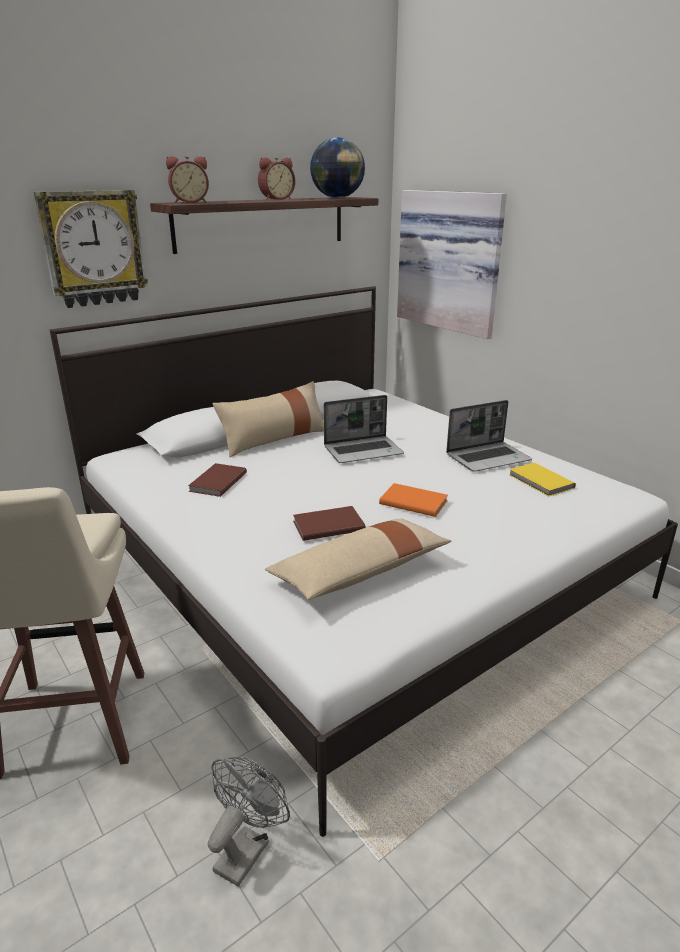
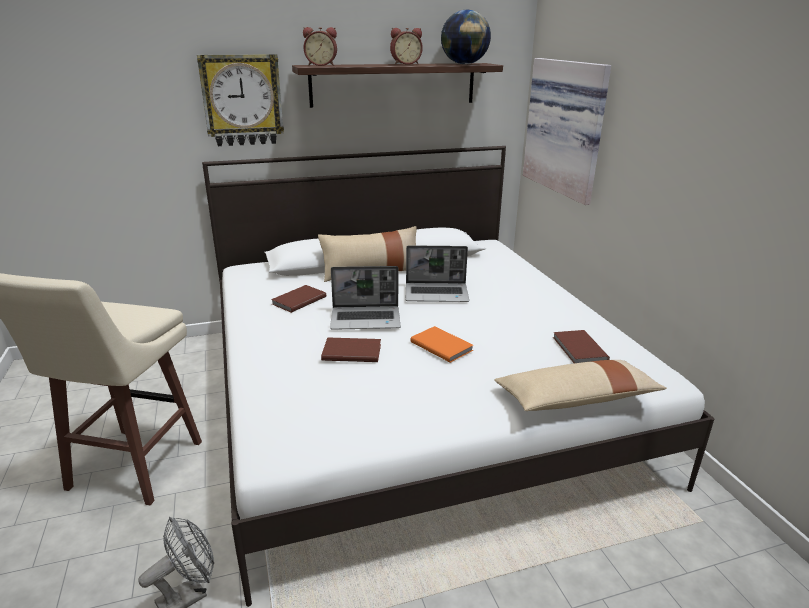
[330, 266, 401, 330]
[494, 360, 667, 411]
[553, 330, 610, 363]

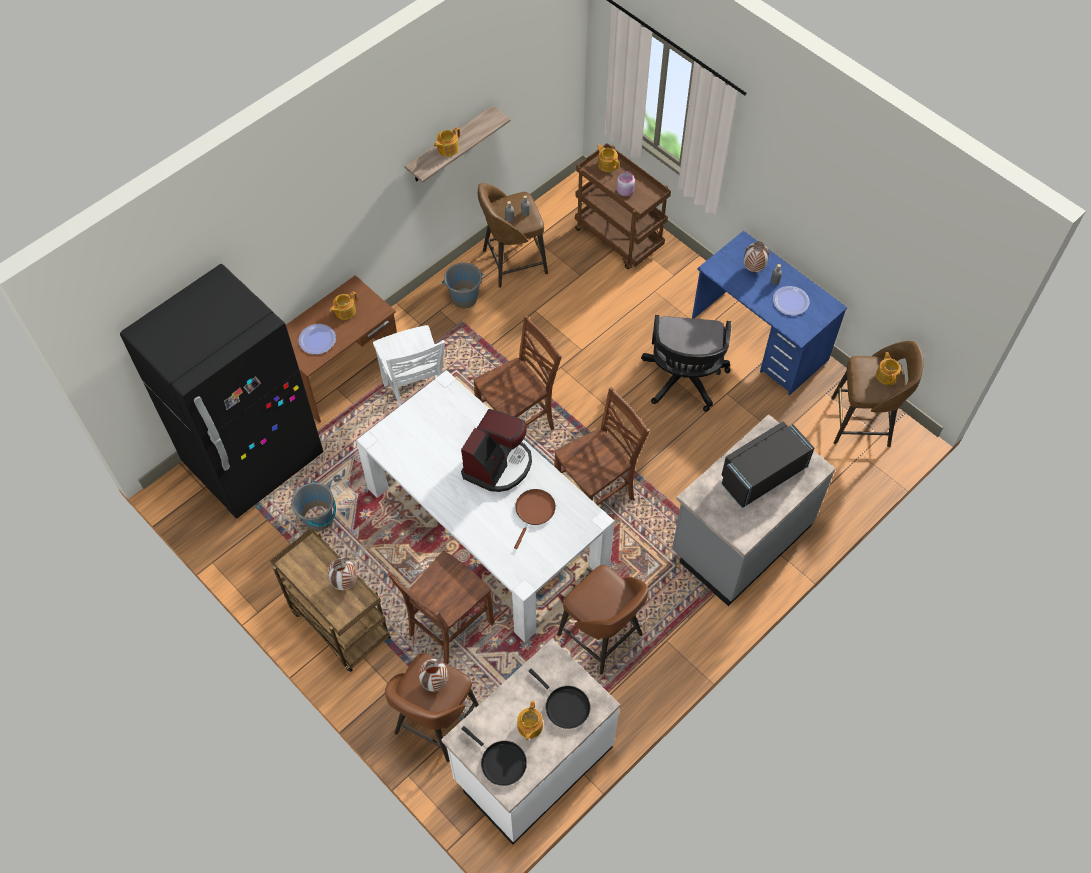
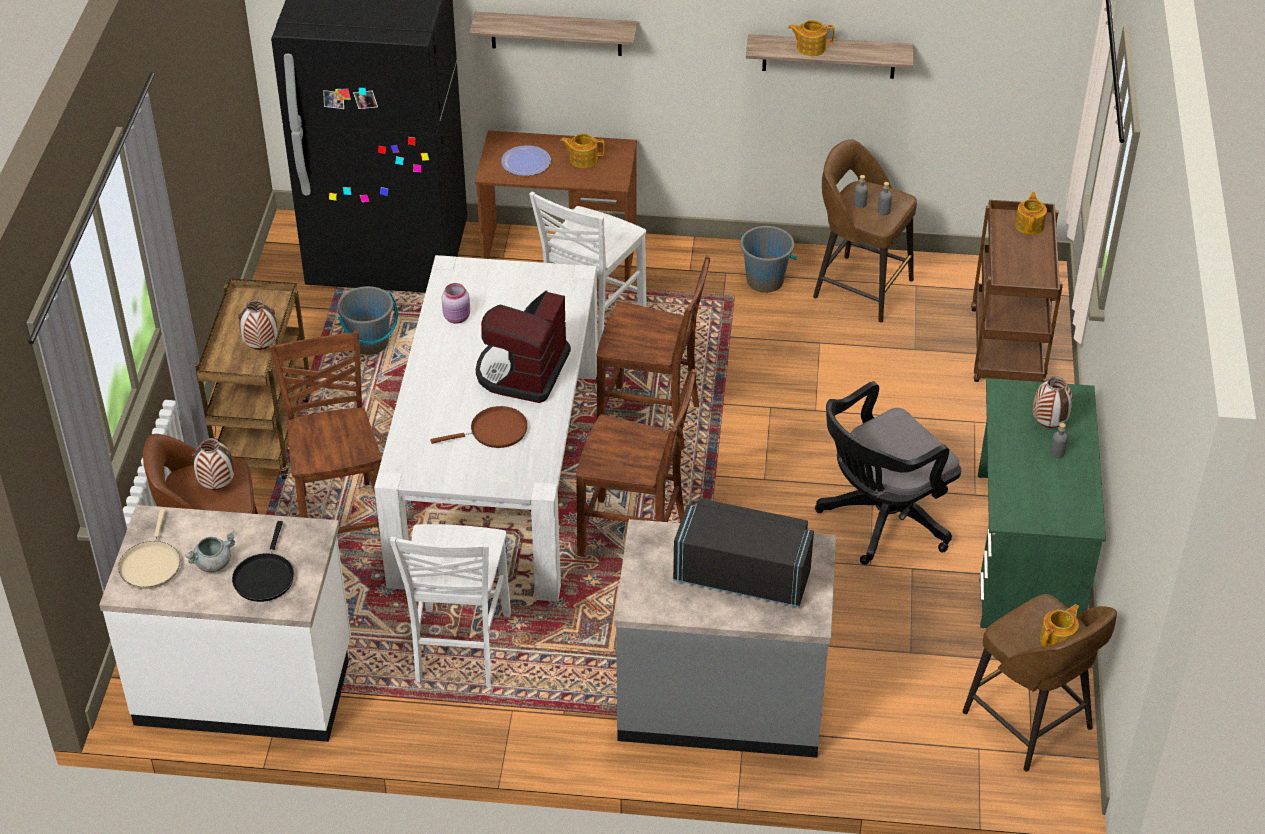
[118, 509, 180, 589]
[185, 531, 236, 573]
[269, 331, 382, 540]
[390, 524, 511, 687]
[441, 283, 470, 324]
[469, 12, 637, 56]
[476, 291, 571, 403]
[978, 378, 1106, 628]
[773, 286, 810, 316] (first image)

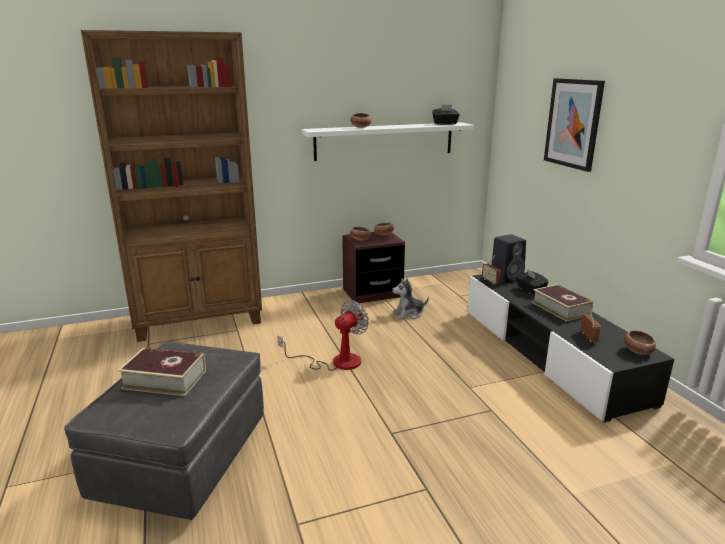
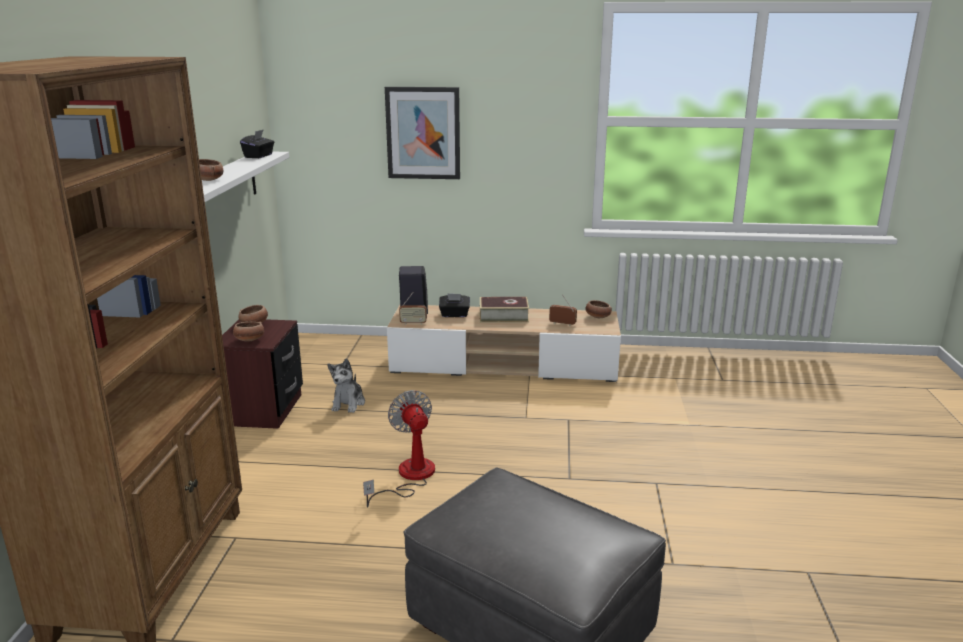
[387, 305, 621, 382]
[118, 348, 206, 396] (first image)

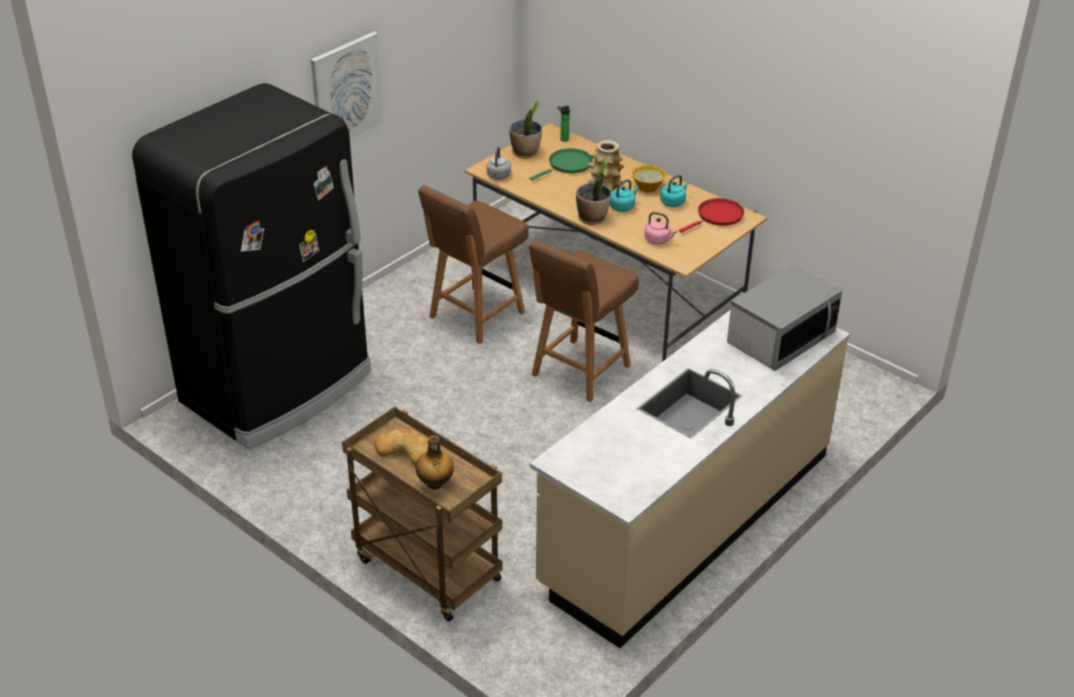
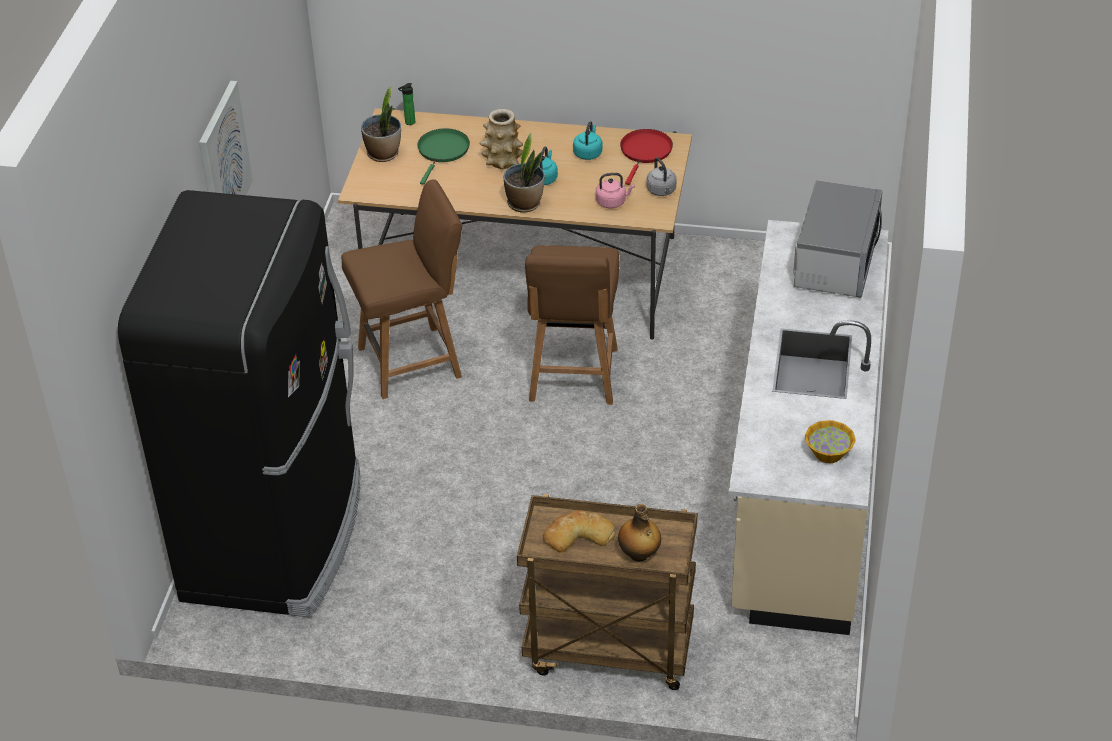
[341, 179, 462, 399]
[646, 157, 676, 196]
[805, 420, 856, 463]

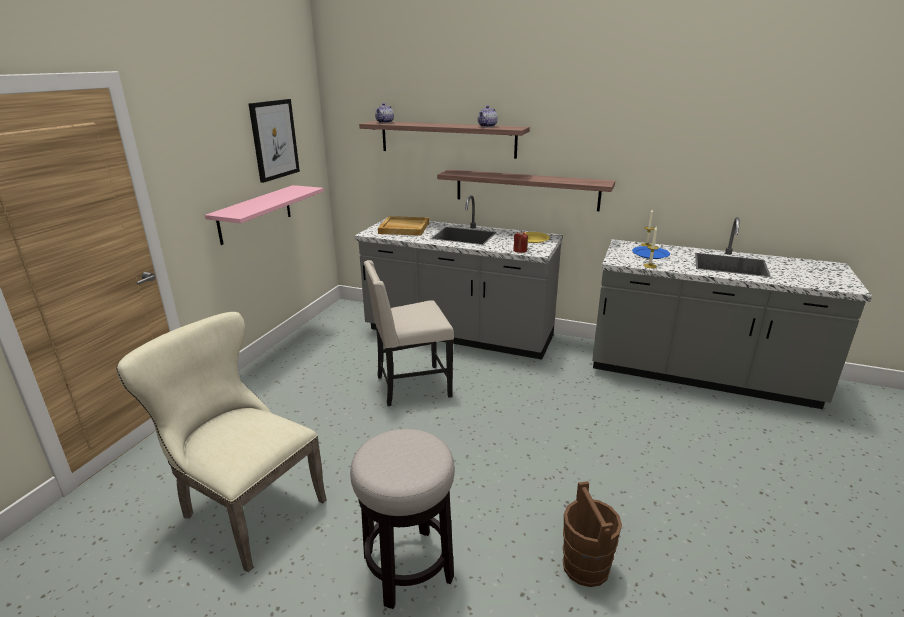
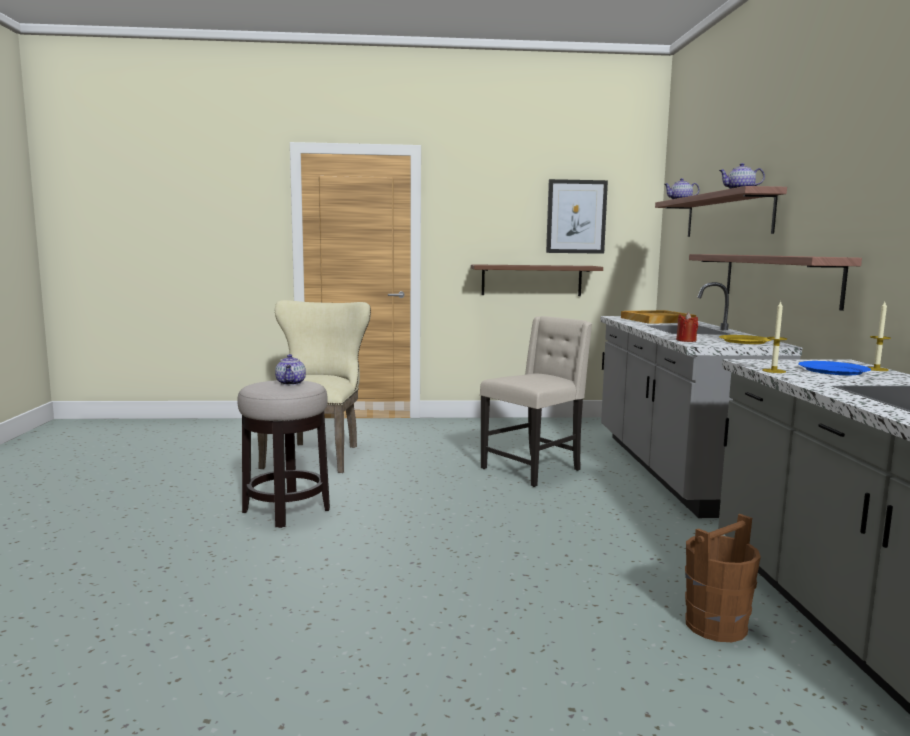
[275, 354, 306, 385]
[471, 264, 603, 296]
[480, 316, 592, 487]
[685, 514, 761, 642]

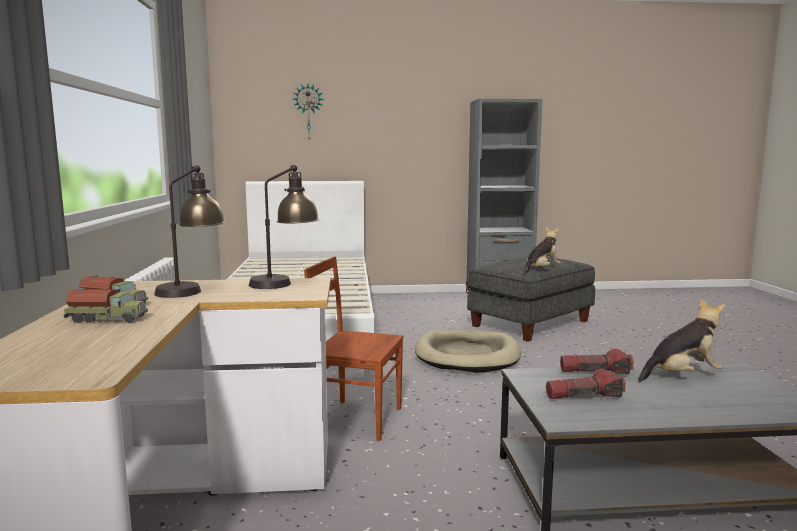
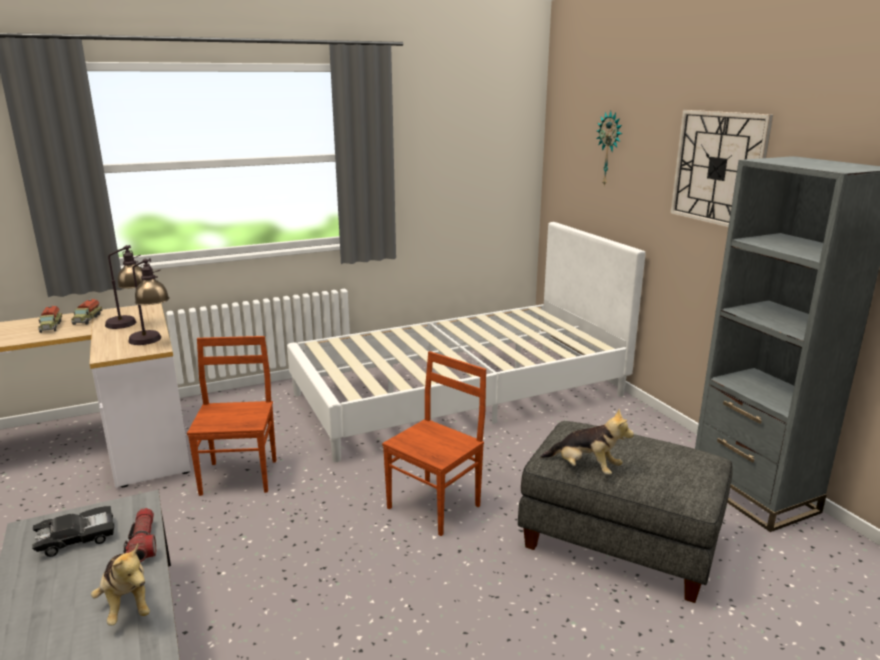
[32, 506, 114, 557]
[382, 351, 486, 536]
[670, 110, 773, 227]

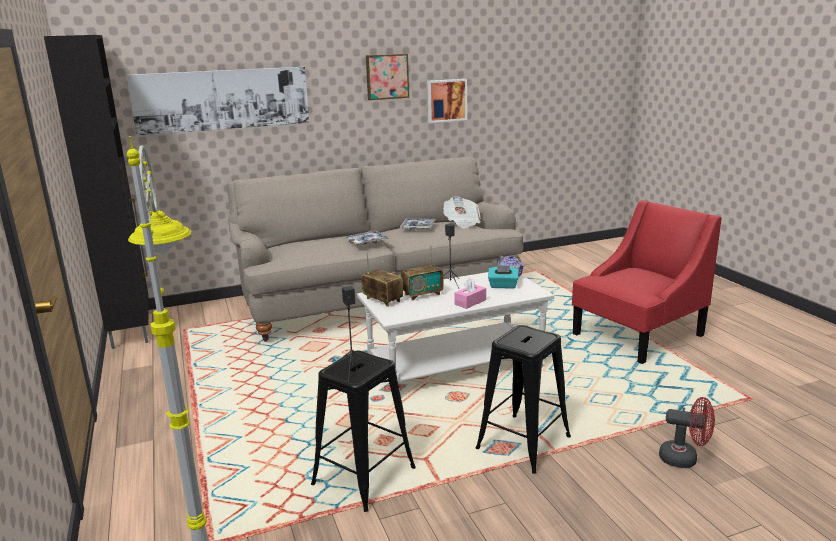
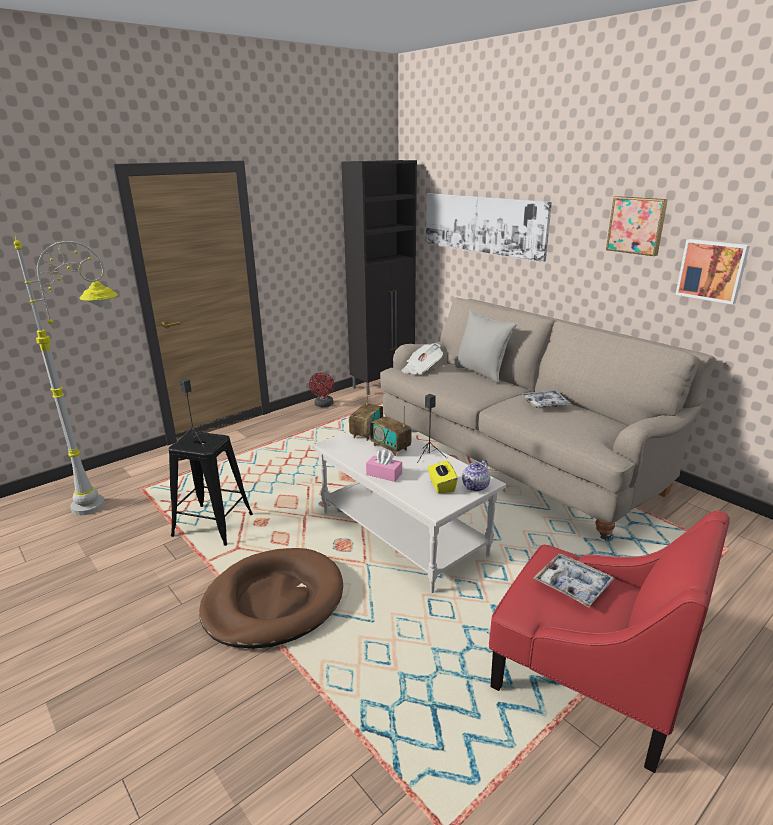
[199, 548, 343, 649]
[309, 372, 335, 407]
[401, 343, 443, 375]
[428, 461, 458, 494]
[455, 310, 517, 383]
[533, 553, 614, 608]

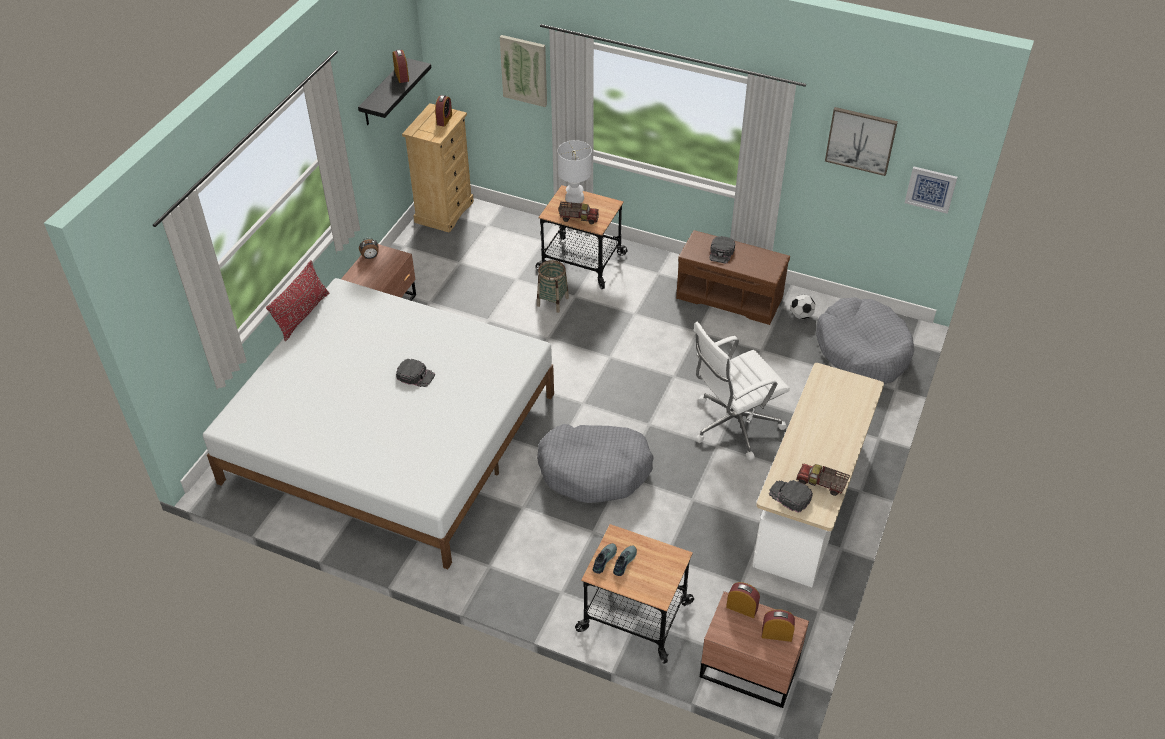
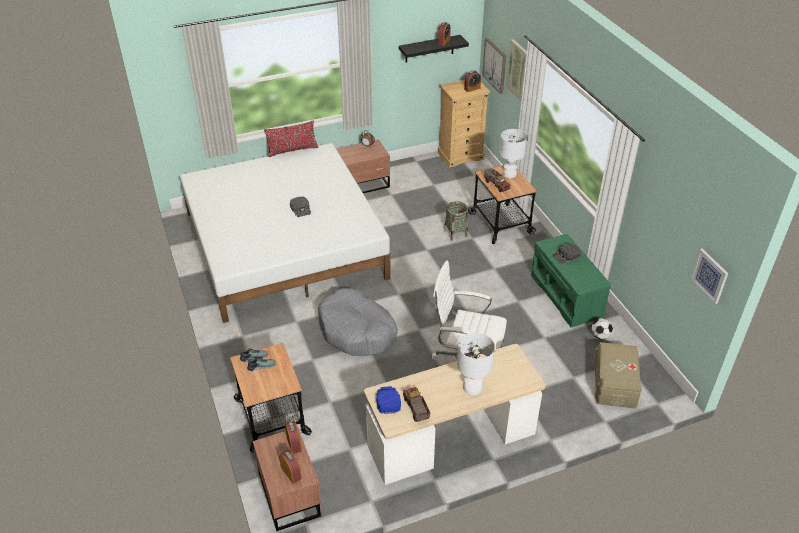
[376, 386, 401, 414]
[457, 333, 495, 395]
[482, 38, 506, 94]
[531, 234, 611, 327]
[593, 342, 642, 409]

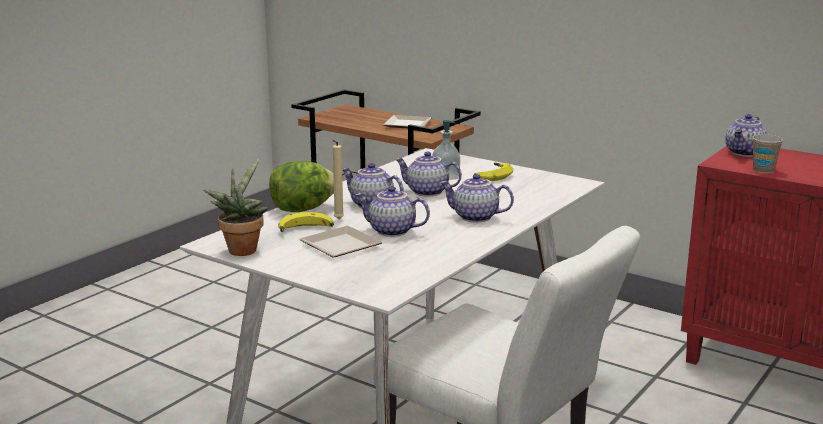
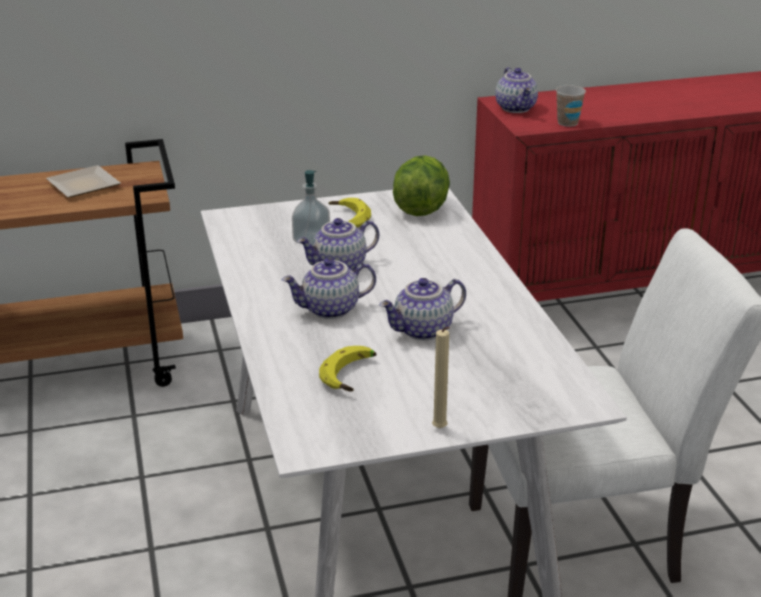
[393, 155, 450, 216]
[432, 327, 450, 429]
[203, 159, 268, 256] (first image)
[299, 226, 383, 258] (first image)
[440, 174, 514, 222] (first image)

